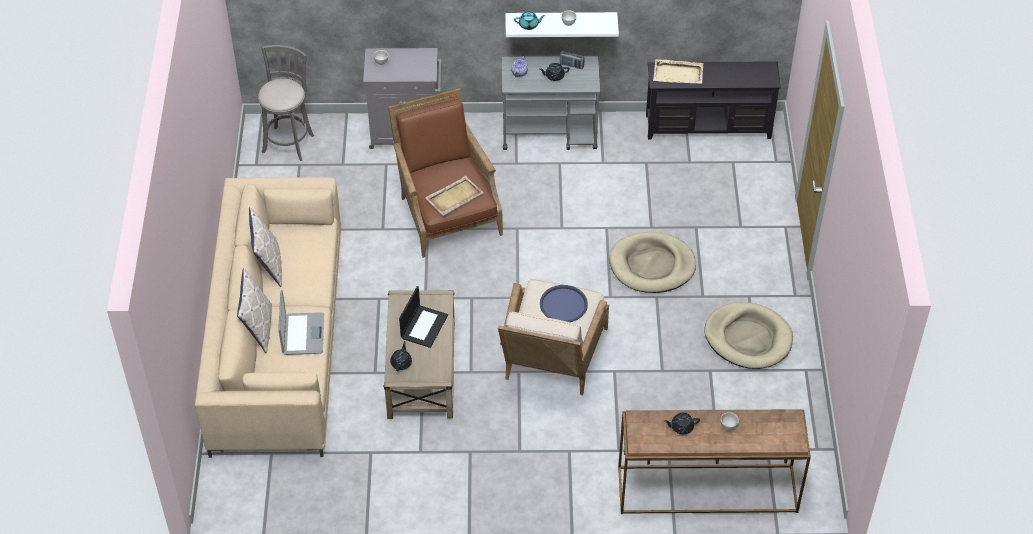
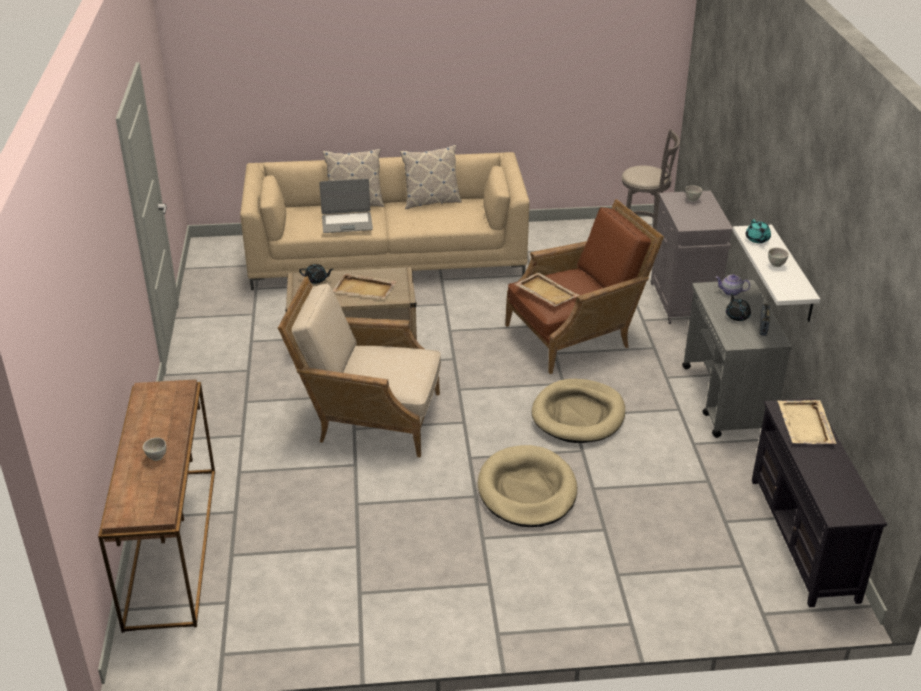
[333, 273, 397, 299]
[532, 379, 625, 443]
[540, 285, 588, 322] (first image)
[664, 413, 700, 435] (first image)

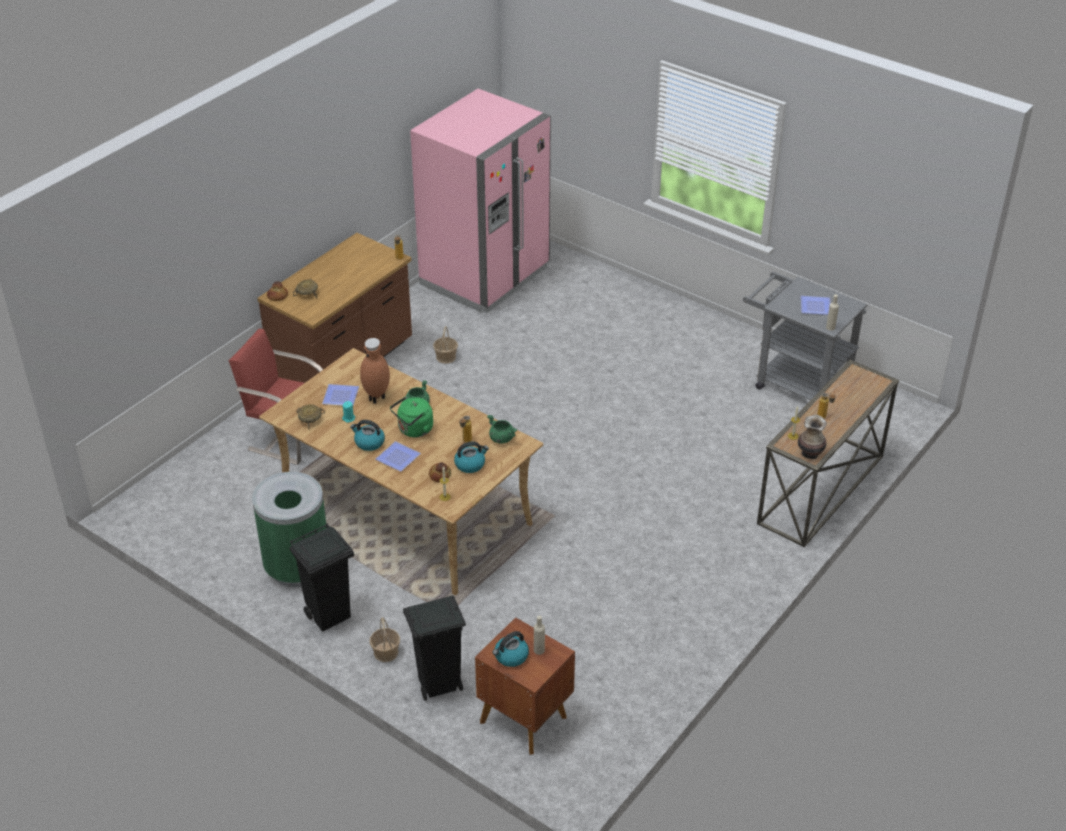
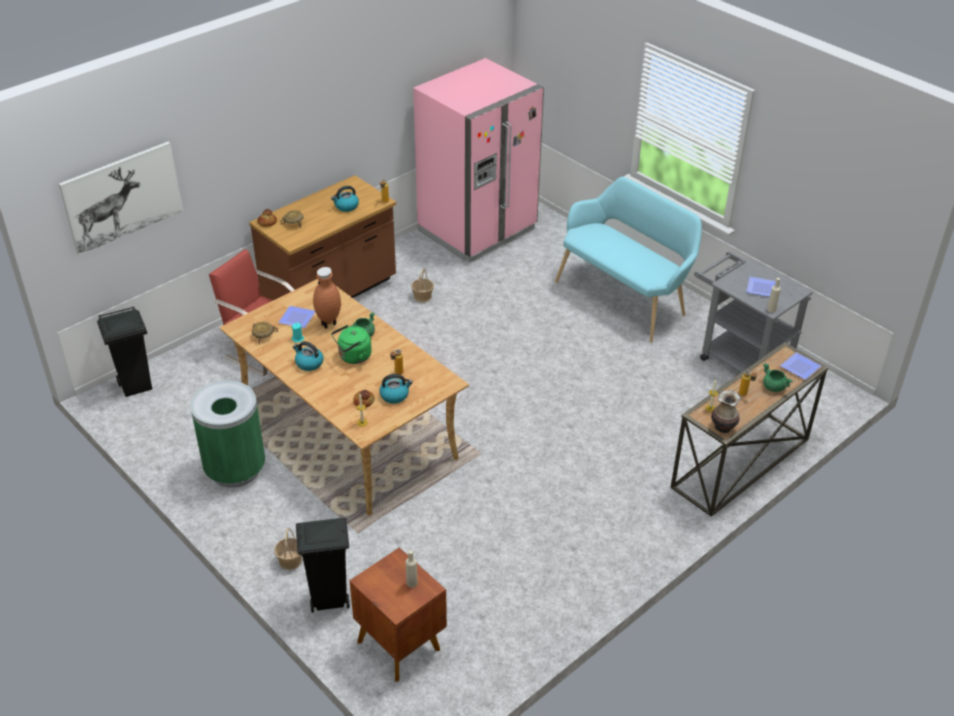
[59, 142, 183, 255]
[97, 306, 152, 397]
[331, 186, 359, 212]
[555, 177, 702, 343]
[763, 363, 793, 392]
[780, 352, 821, 380]

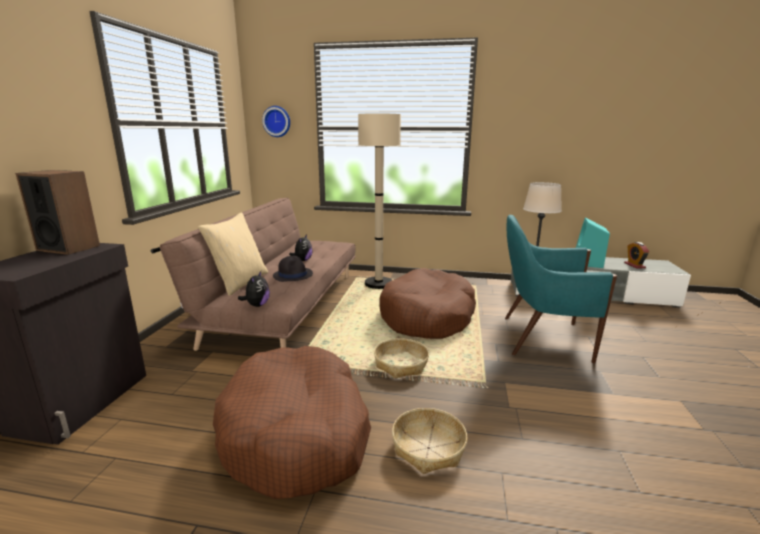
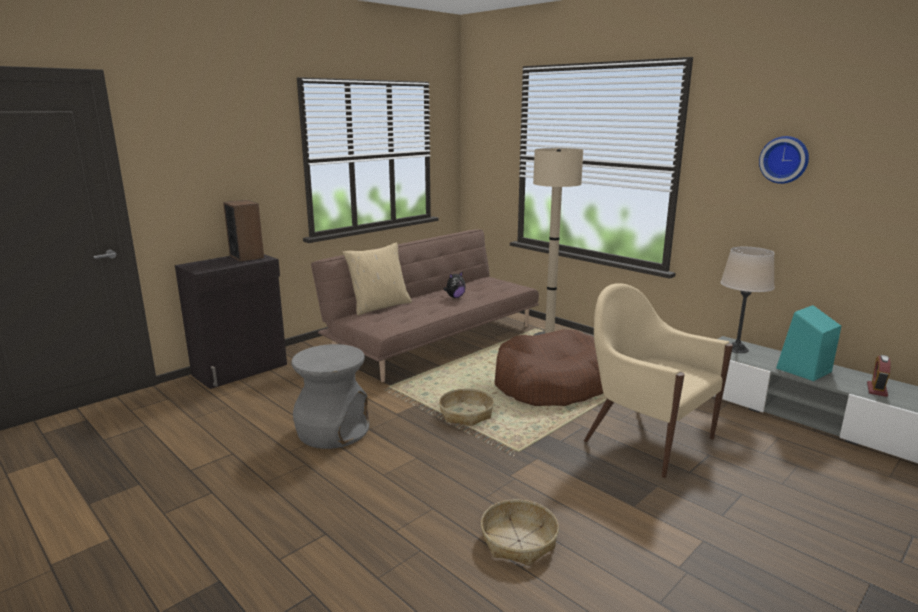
[291, 344, 369, 449]
[481, 499, 559, 566]
[584, 283, 733, 478]
[759, 136, 809, 184]
[238, 271, 270, 307] (first image)
[273, 256, 313, 282] (first image)

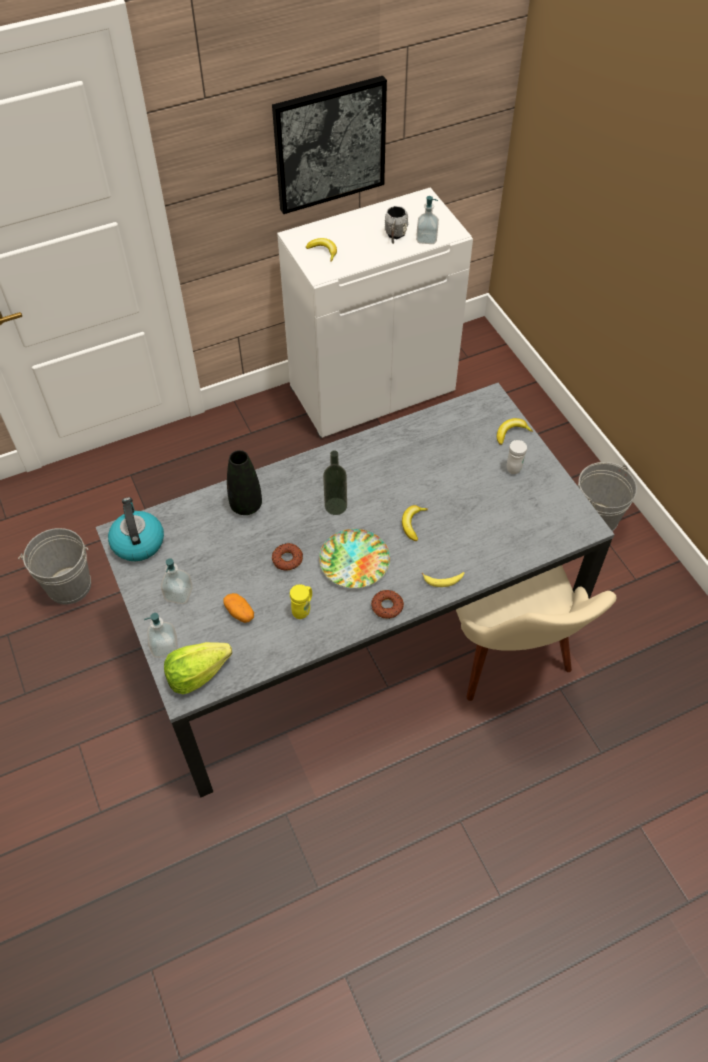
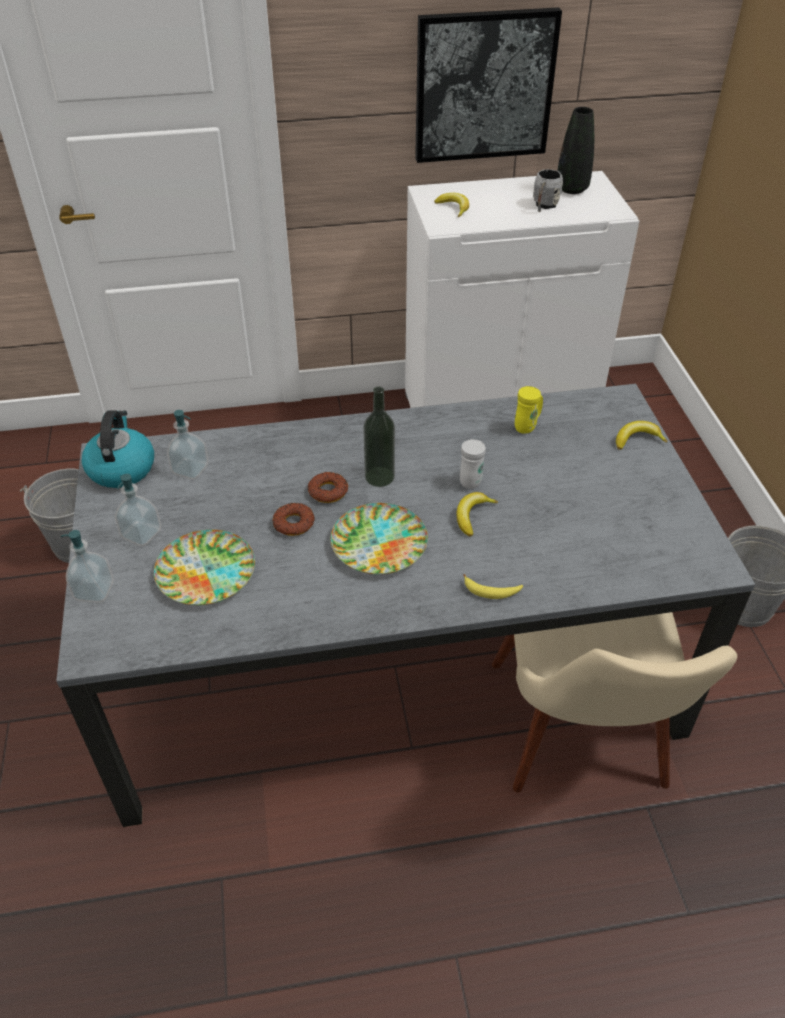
[154, 529, 255, 605]
[167, 410, 208, 479]
[307, 472, 348, 503]
[460, 439, 486, 489]
[515, 386, 543, 434]
[557, 107, 594, 194]
[164, 642, 232, 694] (first image)

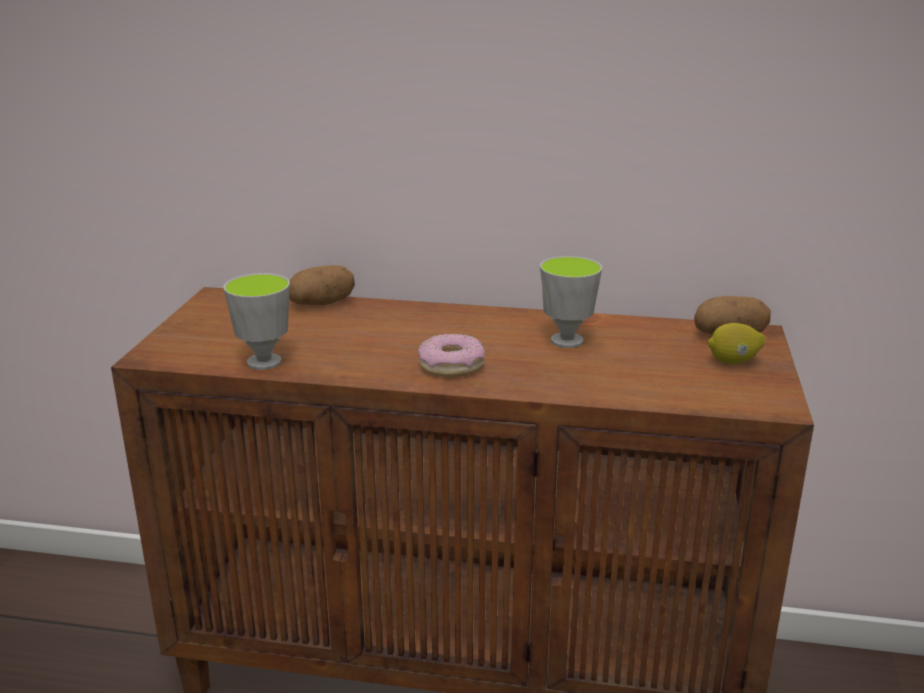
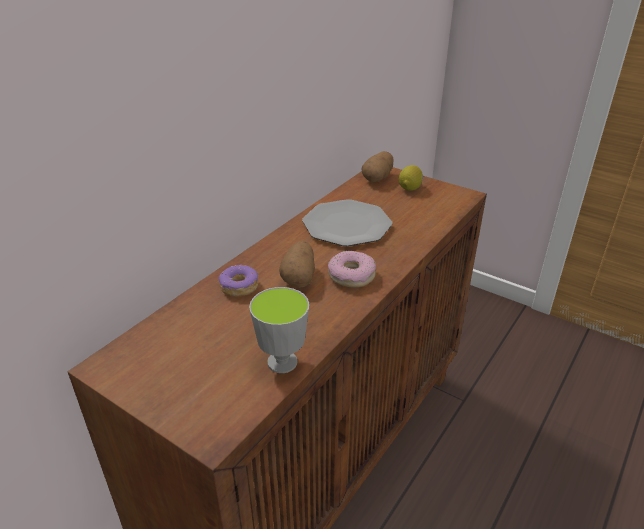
[219, 264, 258, 297]
[279, 241, 315, 288]
[302, 199, 393, 246]

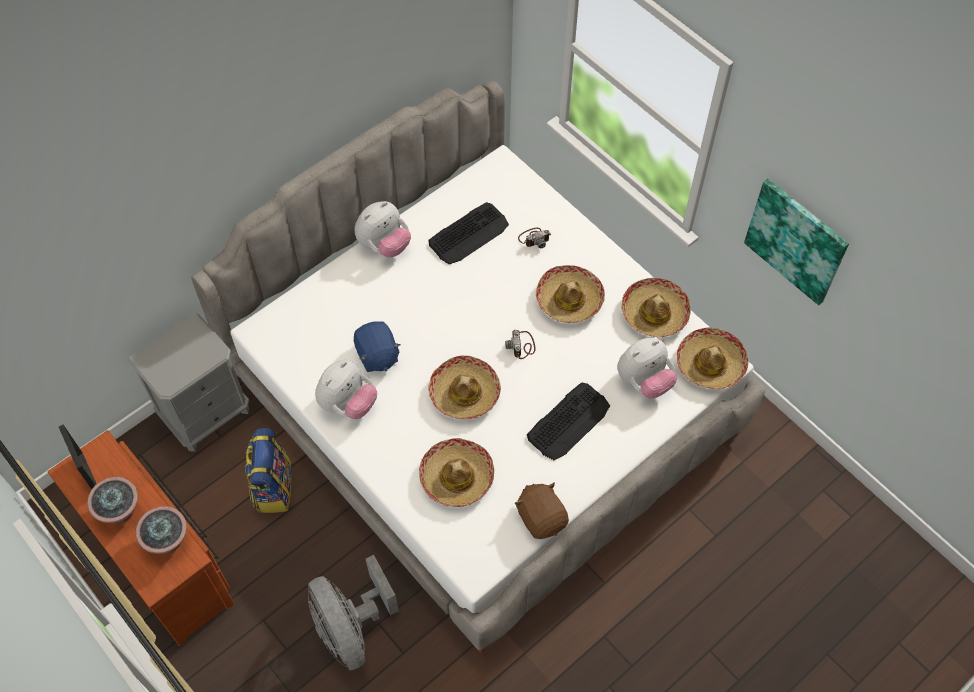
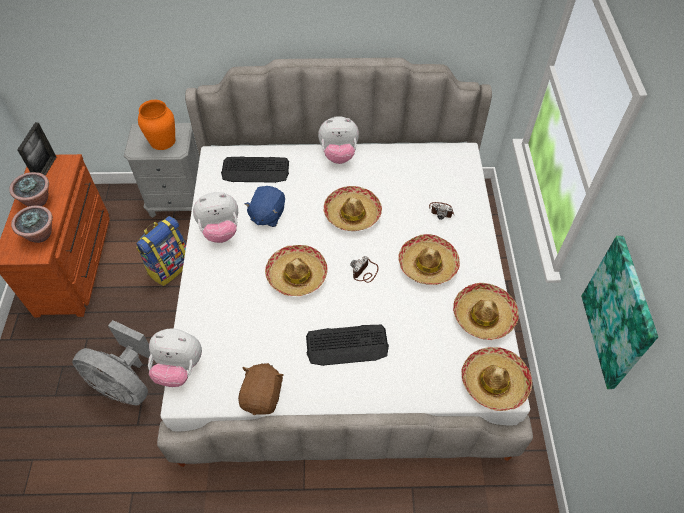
[72, 320, 150, 405]
[138, 100, 175, 150]
[148, 328, 202, 387]
[221, 157, 289, 183]
[324, 186, 382, 231]

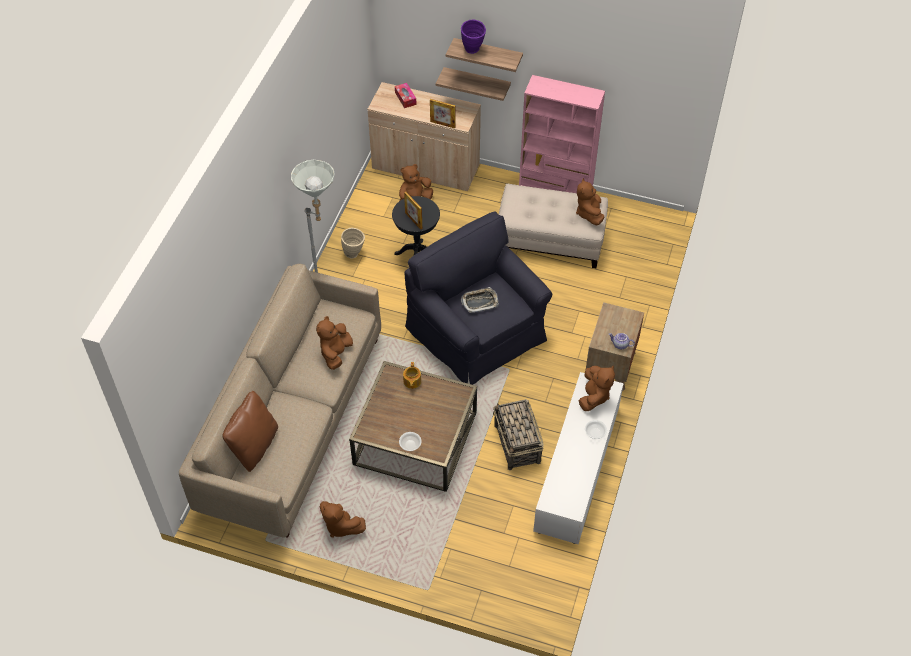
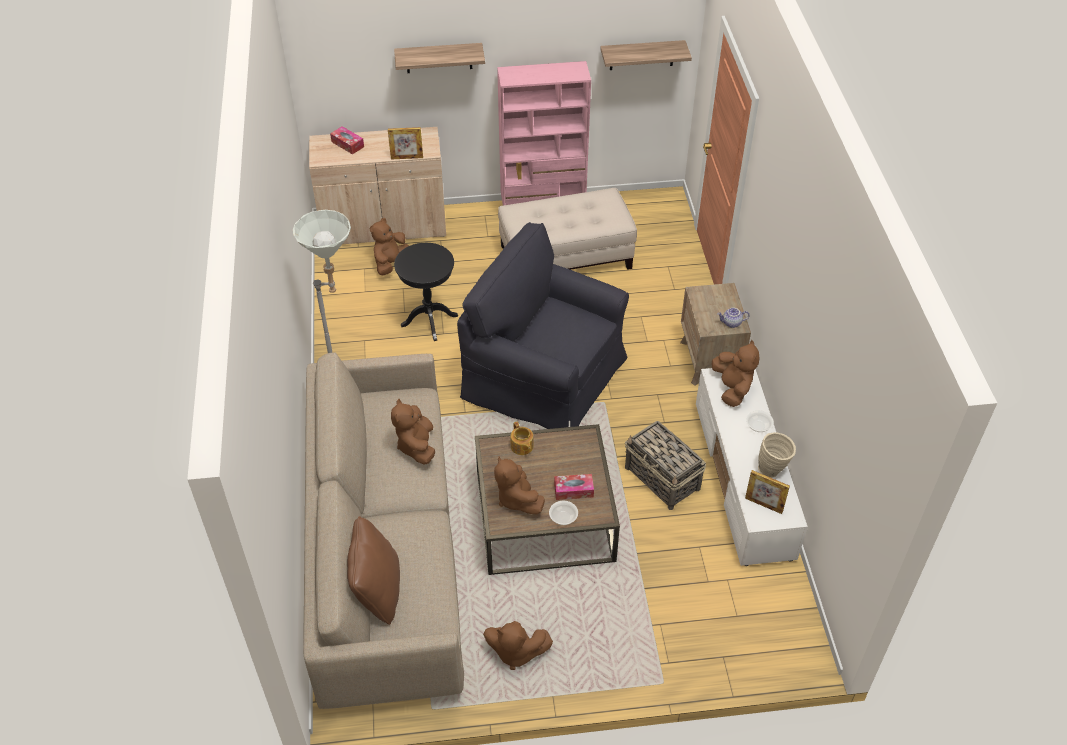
[494, 457, 545, 514]
[554, 474, 594, 500]
[600, 40, 692, 70]
[745, 470, 790, 514]
[758, 432, 796, 478]
[461, 20, 486, 54] (first image)
[461, 287, 499, 313] (first image)

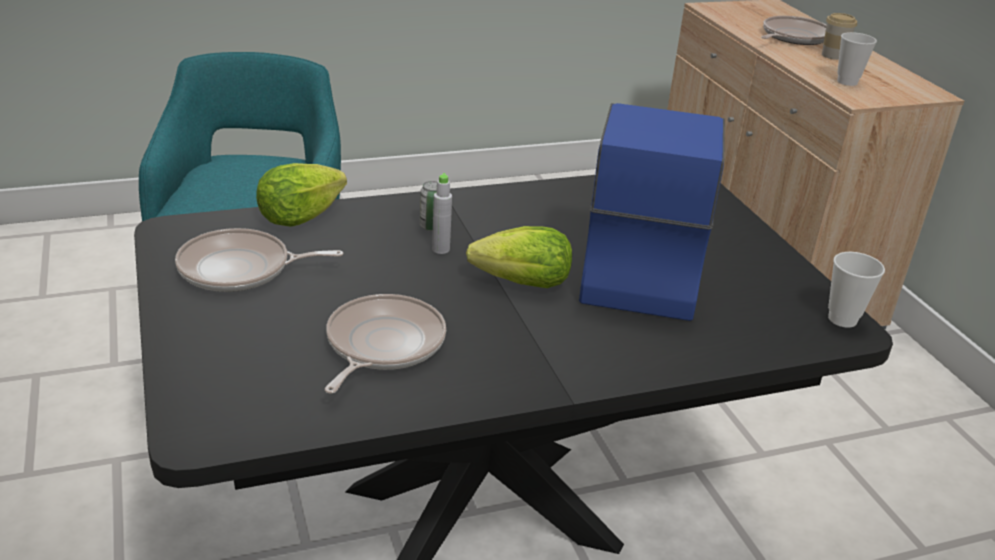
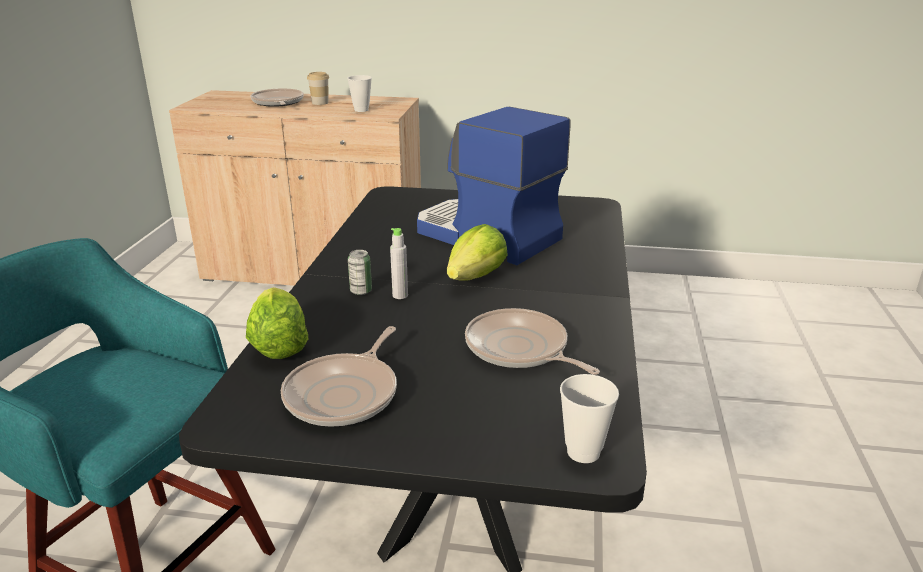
[560, 374, 619, 463]

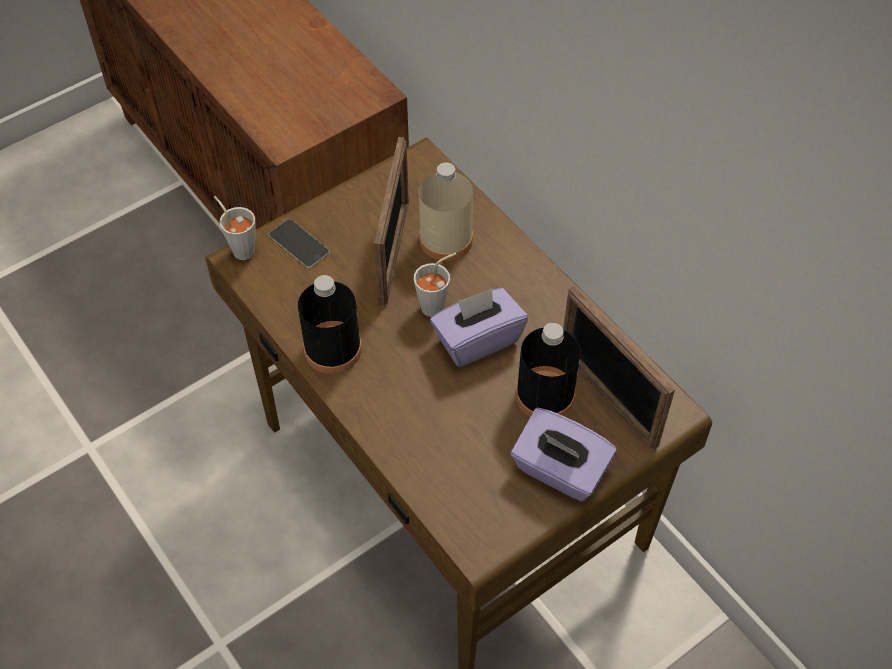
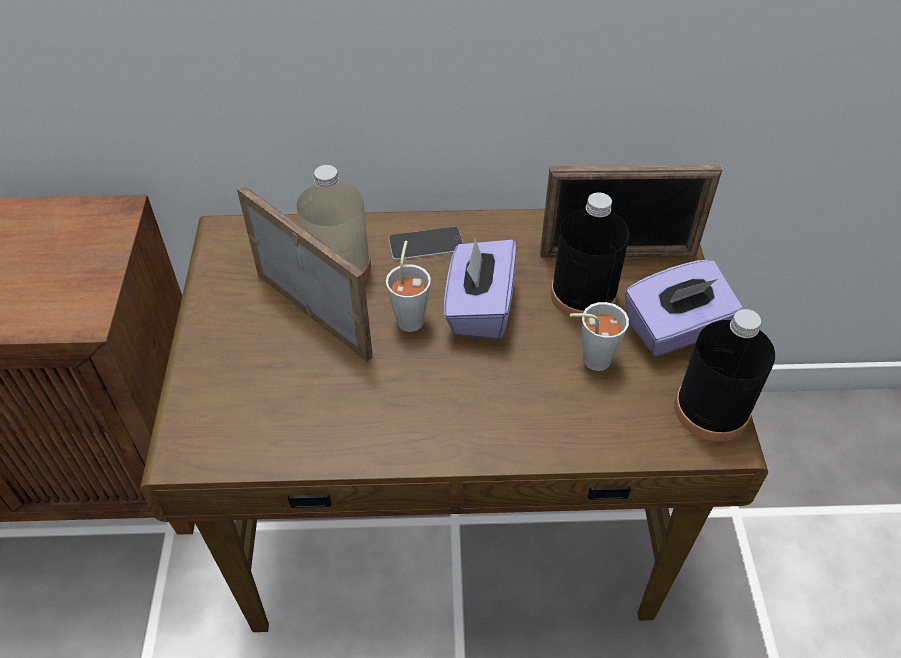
[389, 227, 463, 260]
[570, 302, 629, 371]
[674, 309, 775, 441]

